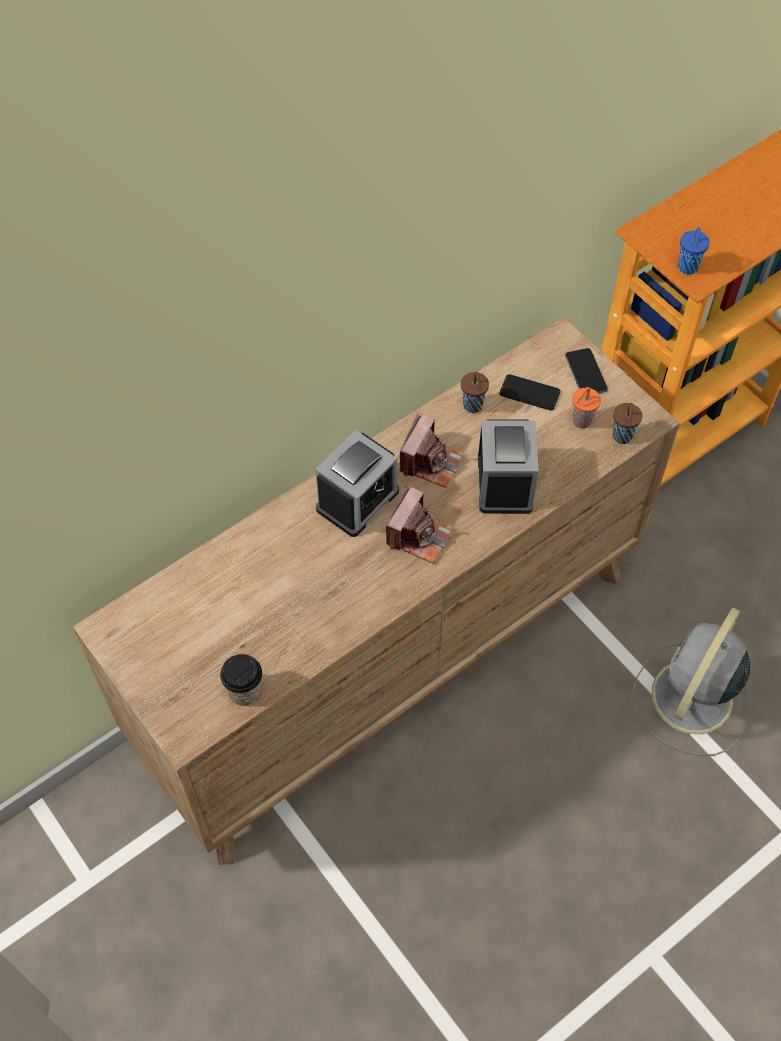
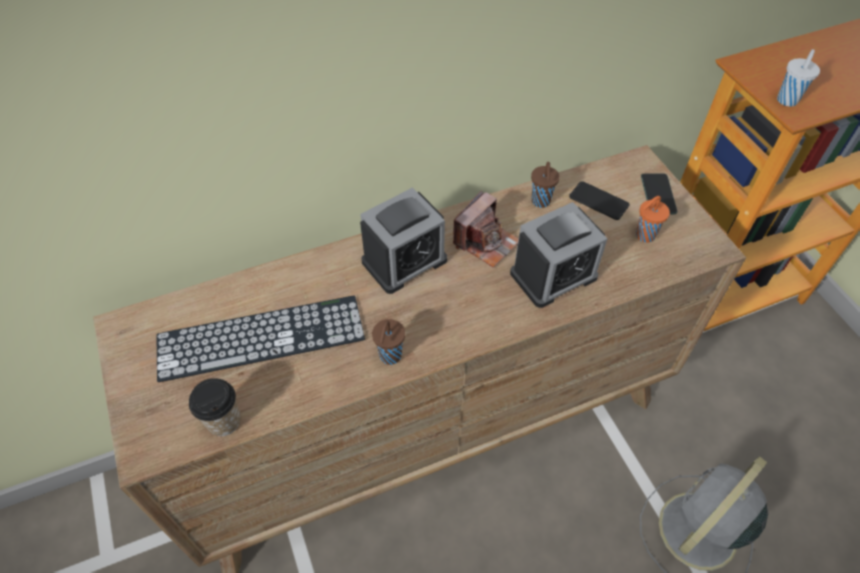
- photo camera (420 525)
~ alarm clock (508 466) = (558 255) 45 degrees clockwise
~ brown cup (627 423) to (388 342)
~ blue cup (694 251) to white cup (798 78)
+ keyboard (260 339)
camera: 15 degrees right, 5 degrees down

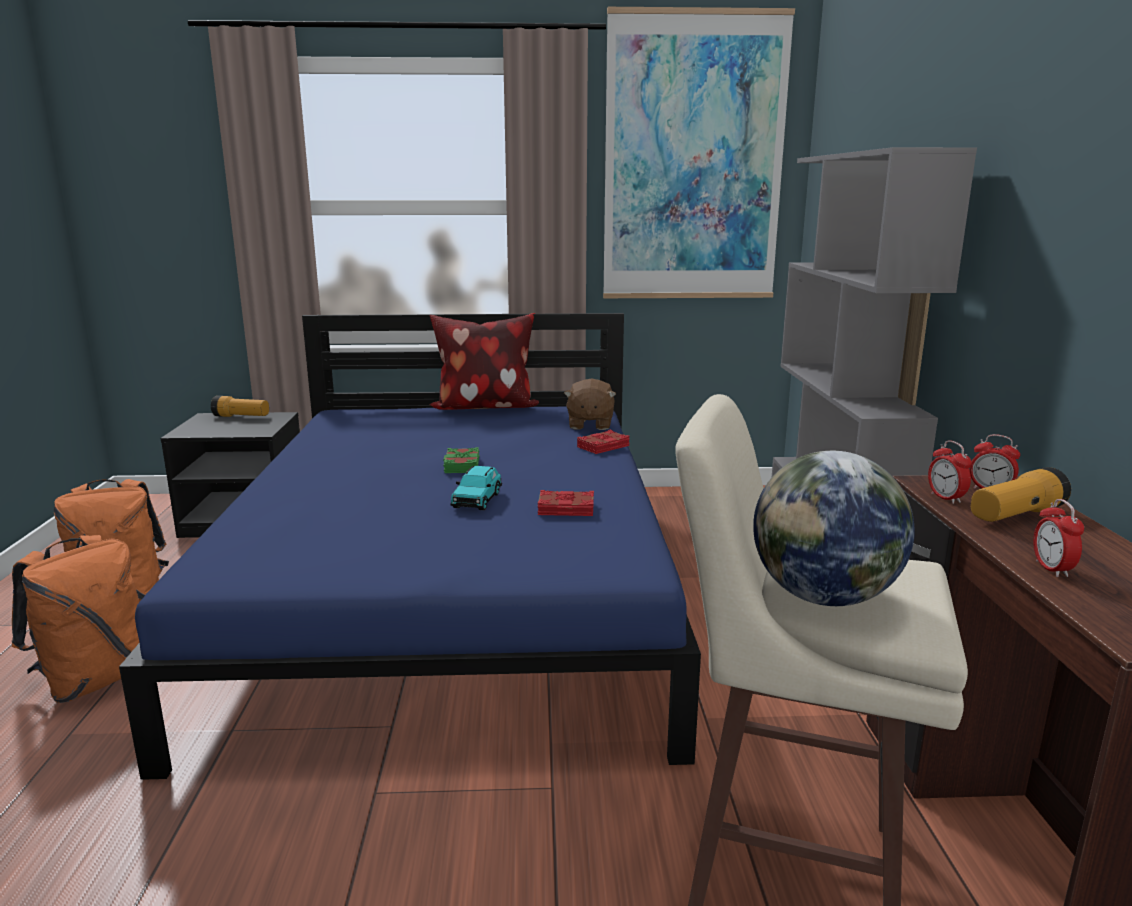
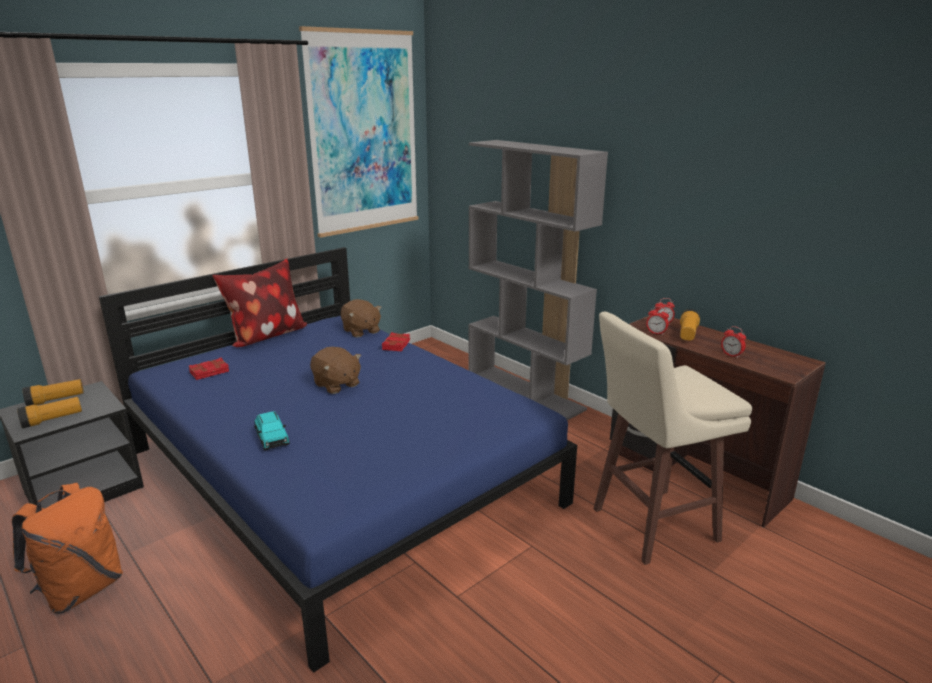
- orange backpack (76 619)
~ green book (461 460) to brown plush toy (335 370)
~ turquoise toy car (476 488) to (272 431)
~ red book (566 503) to (209 369)
- globe (834 528)
+ flashlight (49 412)
camera: 40 degrees left, 5 degrees up

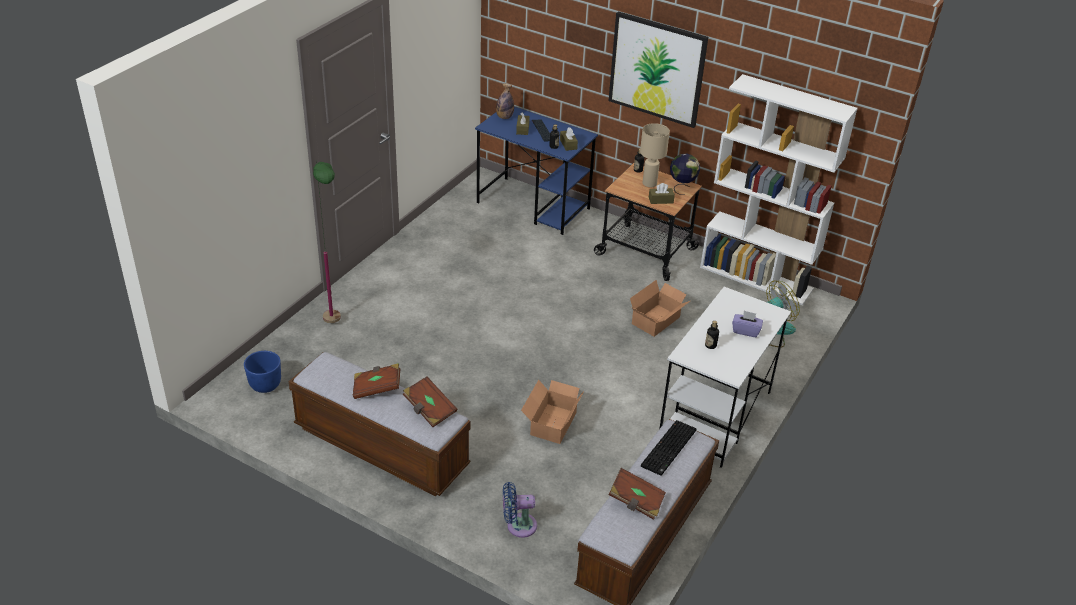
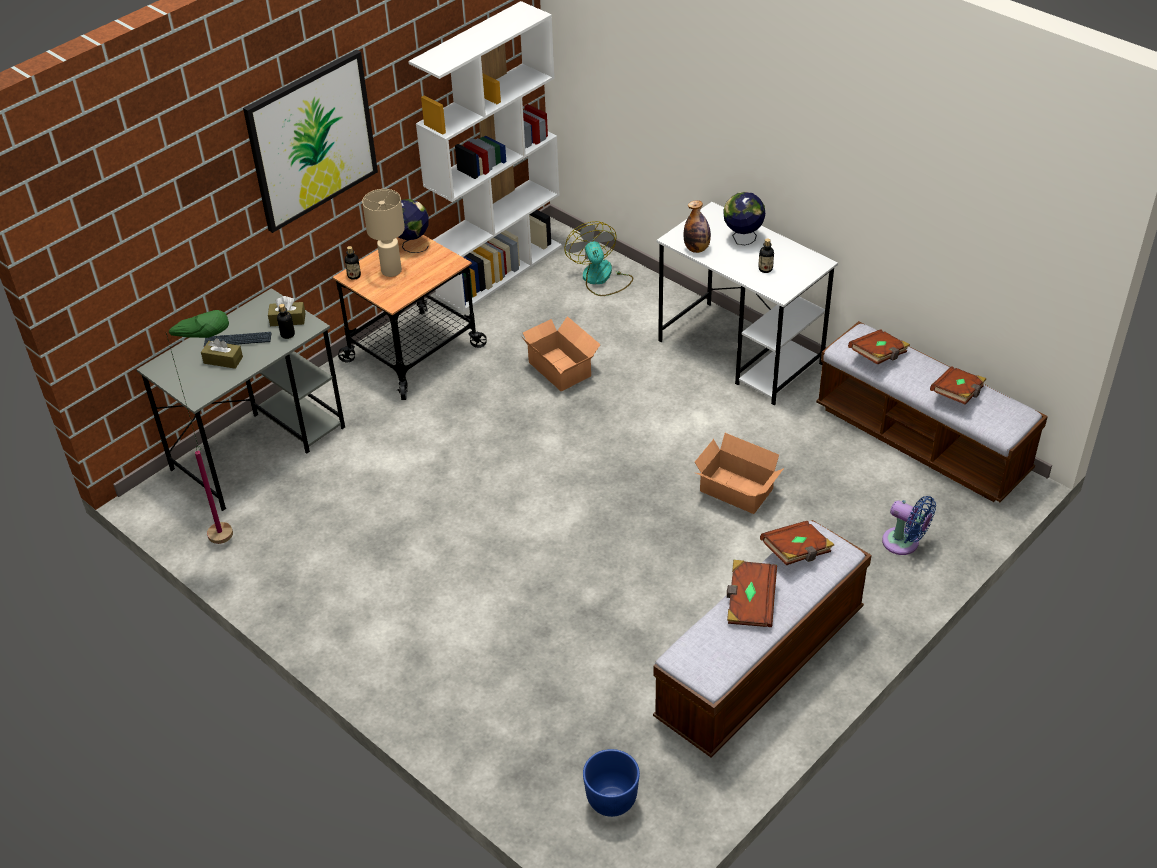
~ green floor lamp (327 242) to (199 427)
~ blue desk (536 171) to grey desk (240 399)
~ bottle (505 101) to (697 226)
~ blue fan (520 510) = (909 525) 60 degrees counterclockwise
~ keyboard (668 448) to brown book (879 347)
- brown tissue box (662 193)
~ purple tissue box (747 324) to globe (744 218)
camera: 75 degrees left, 5 degrees up

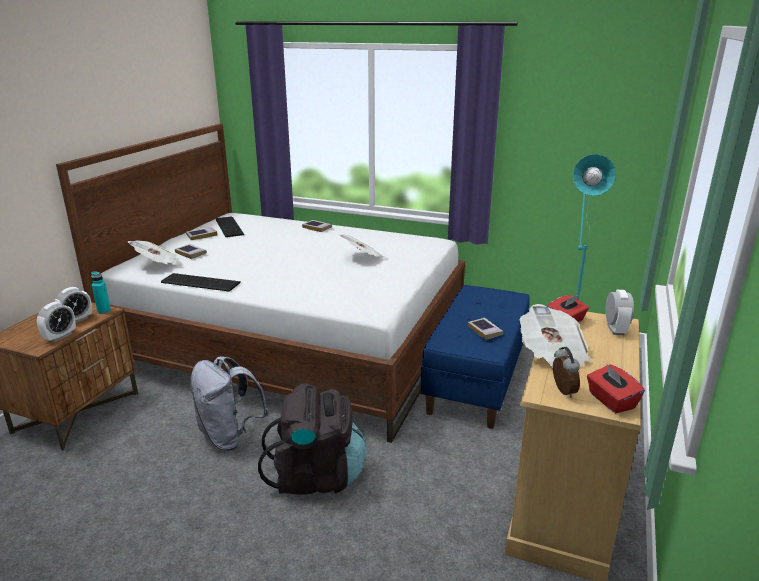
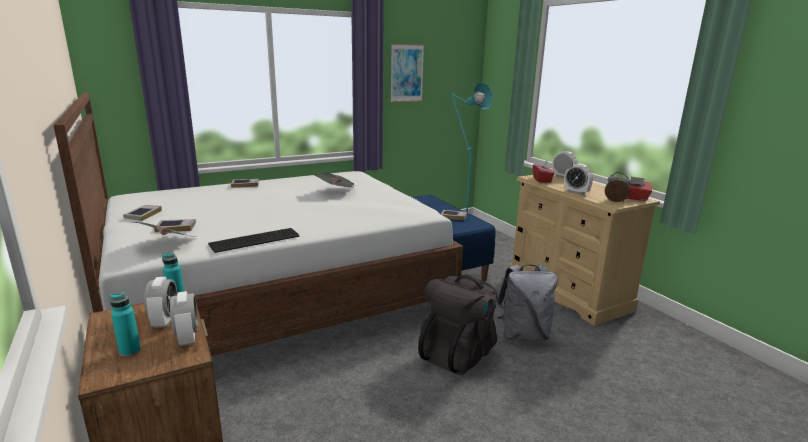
~ grey backpack (229 403) to (527 302)
- keyboard (229 226)
~ newspaper (555 336) to alarm clock (578 179)
+ turquoise bottle (125 325)
+ picture (407 73)
camera: 50 degrees left, 5 degrees down

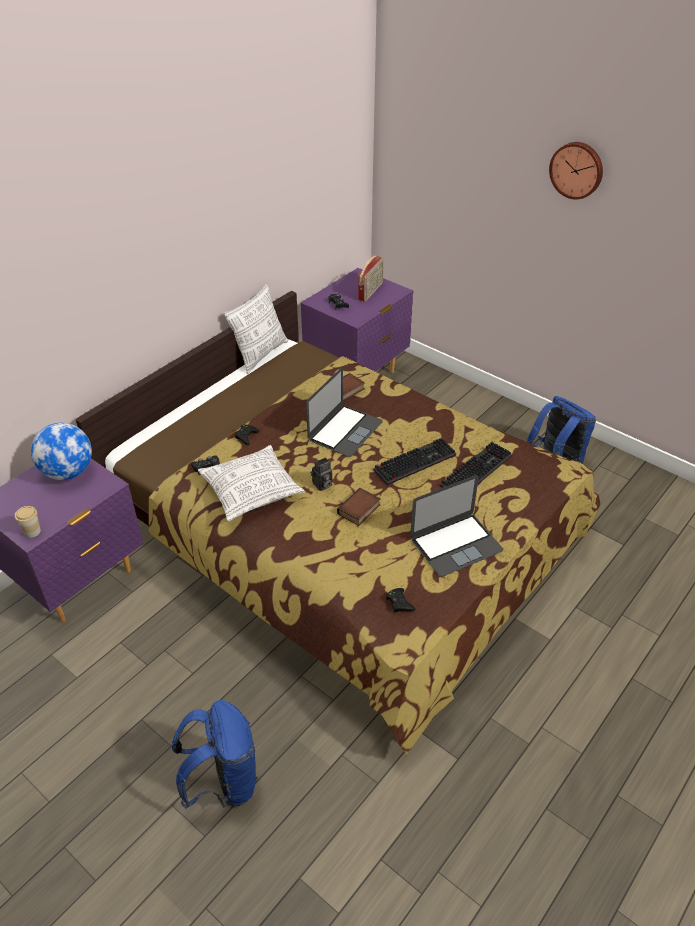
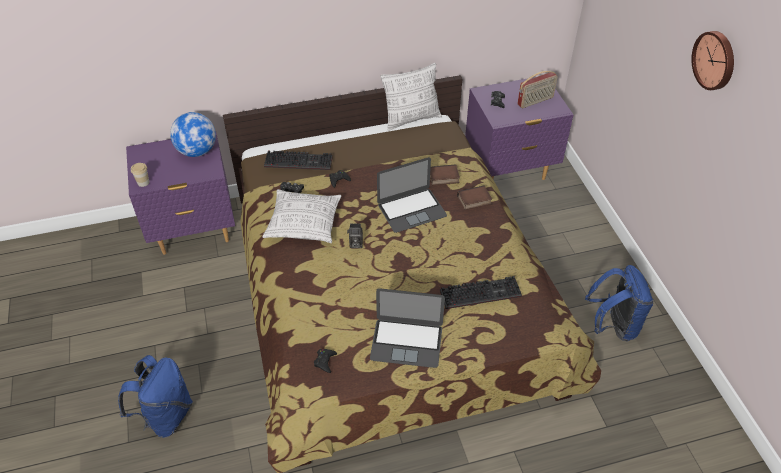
~ book (359 507) to (474 197)
~ keyboard (414 461) to (298 160)
camera: 35 degrees right, 5 degrees up

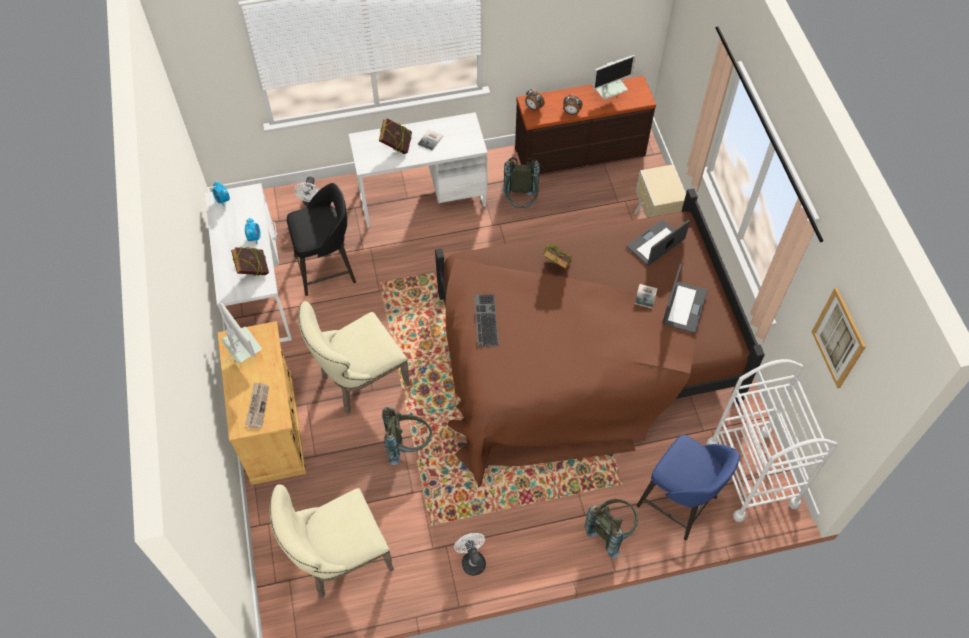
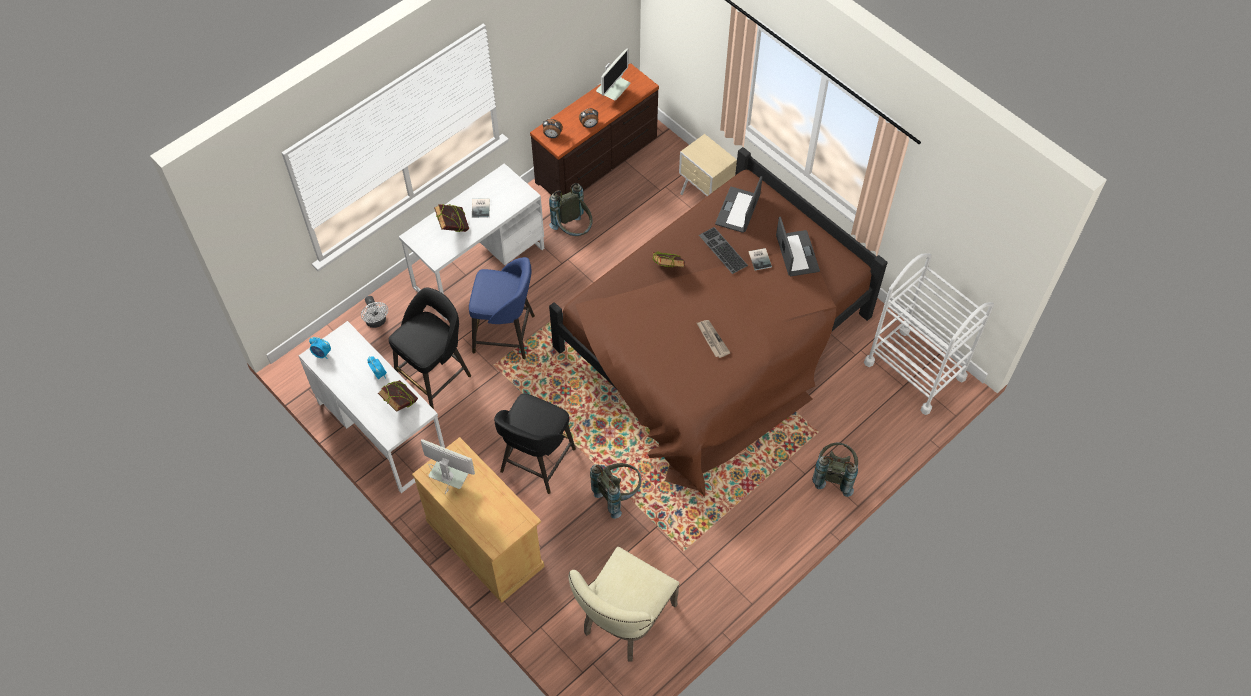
~ newspaper (257 405) to (714 339)
~ beige chair (354 357) to black stool (535 443)
- white fan (470 554)
~ keyboard (486 320) to (723 250)
~ blue stool (688 487) to (502 308)
- picture (839 338)
camera: 30 degrees left, 0 degrees up

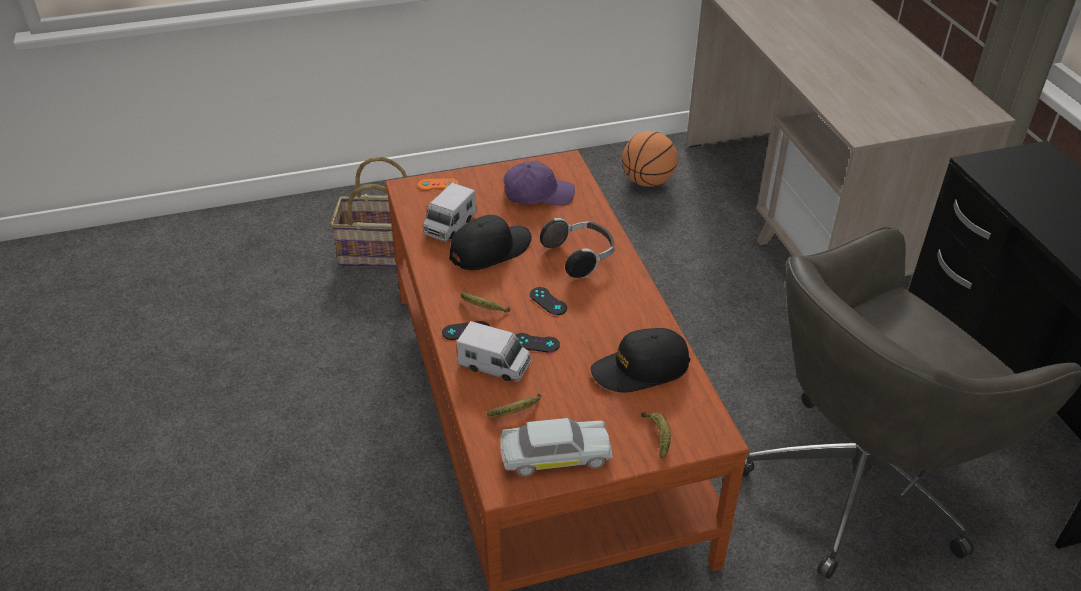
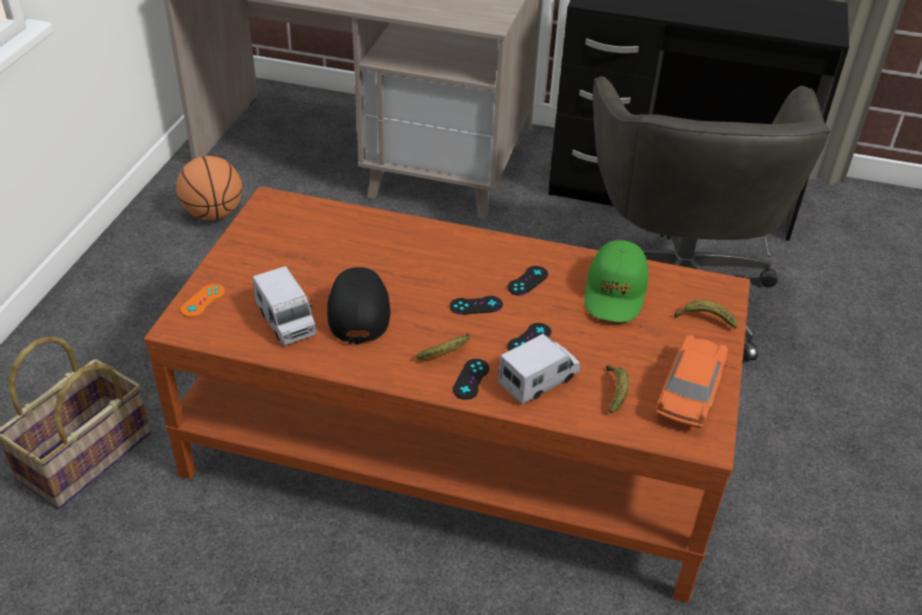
~ white toy car (556 447) to orange toy car (692 381)
- purple cap (539 183)
- headphones (577 248)
~ black cap (640 360) to green cap (616 281)
+ black game controller (528 280)
camera: 60 degrees left, 0 degrees up

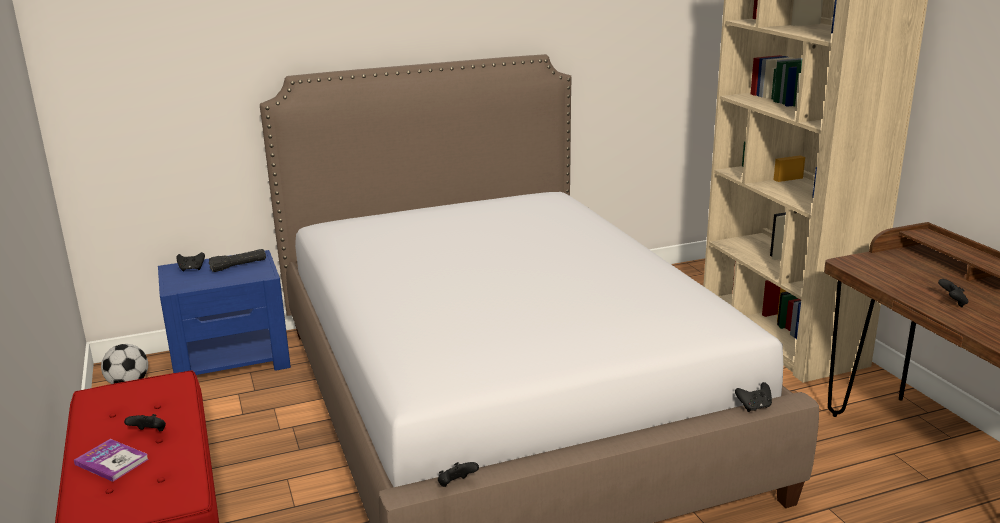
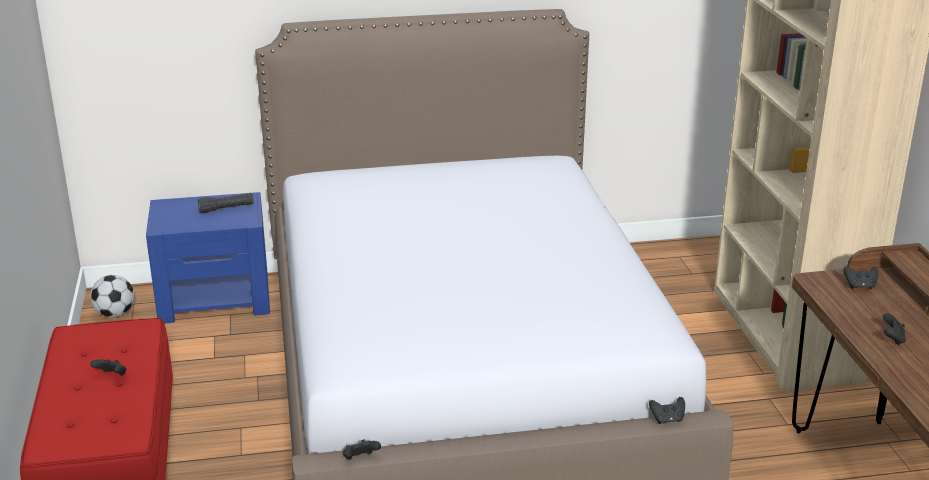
- book (111 460)
~ black game controller (190 261) to (860 277)
camera: 10 degrees right, 5 degrees up

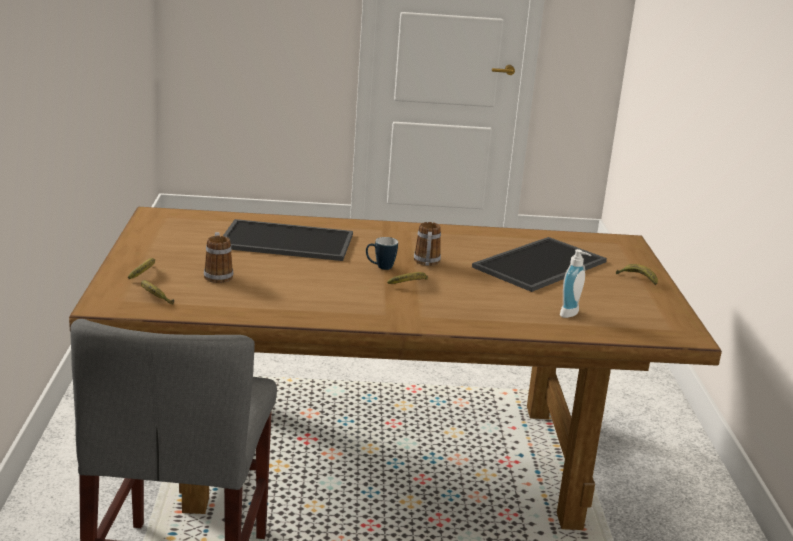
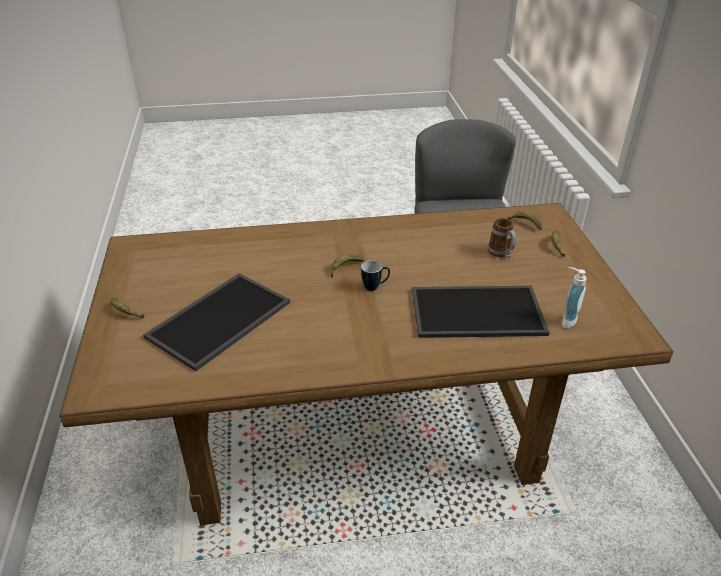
- mug (427 244)
~ soap dispenser (575 283) to (574 298)
camera: 175 degrees right, 15 degrees up

